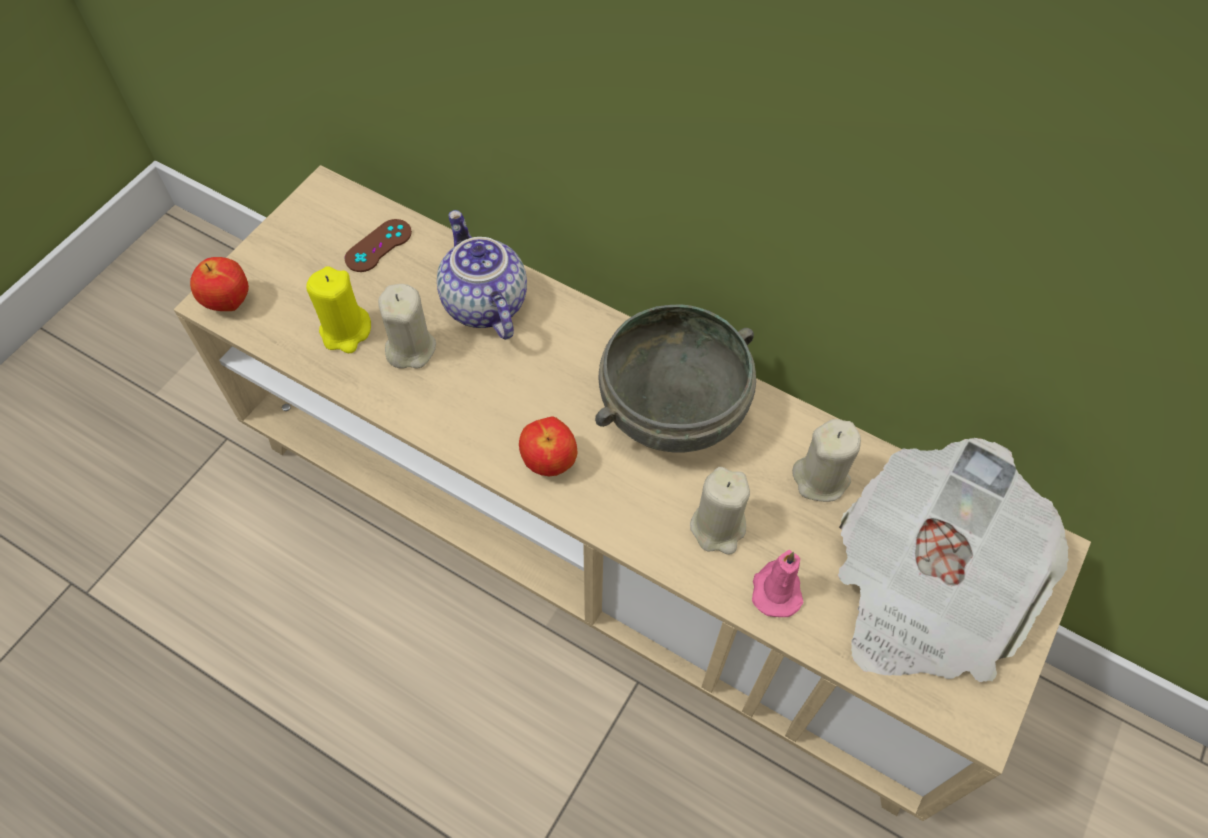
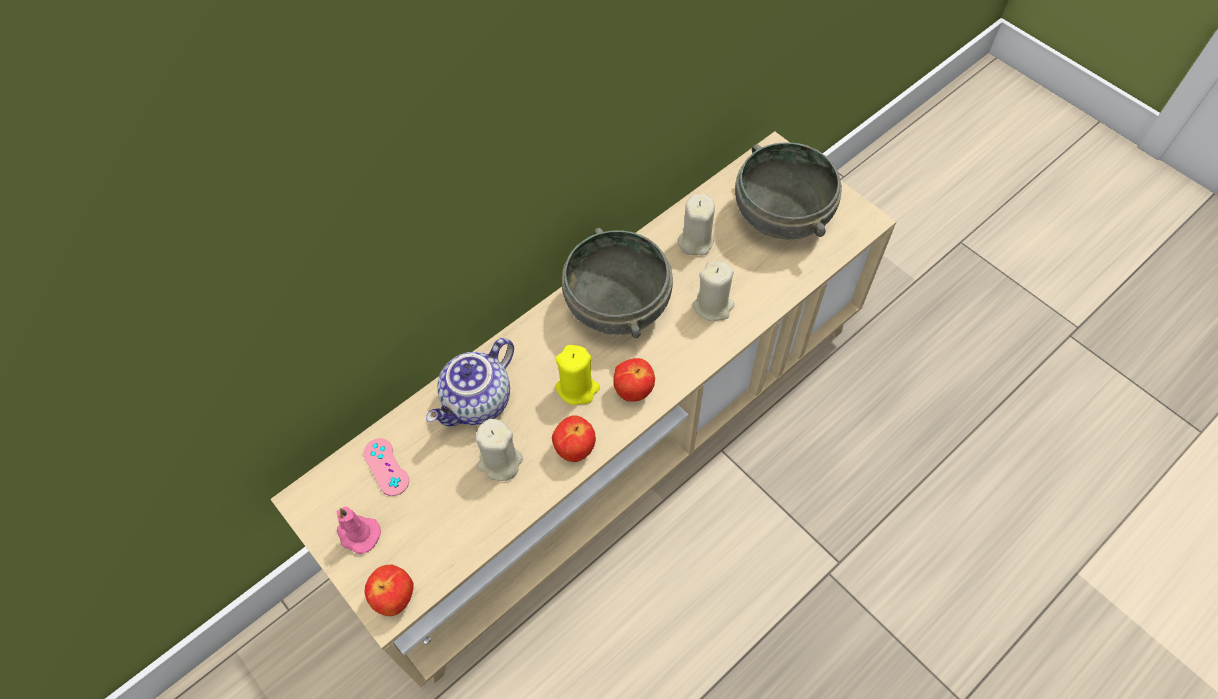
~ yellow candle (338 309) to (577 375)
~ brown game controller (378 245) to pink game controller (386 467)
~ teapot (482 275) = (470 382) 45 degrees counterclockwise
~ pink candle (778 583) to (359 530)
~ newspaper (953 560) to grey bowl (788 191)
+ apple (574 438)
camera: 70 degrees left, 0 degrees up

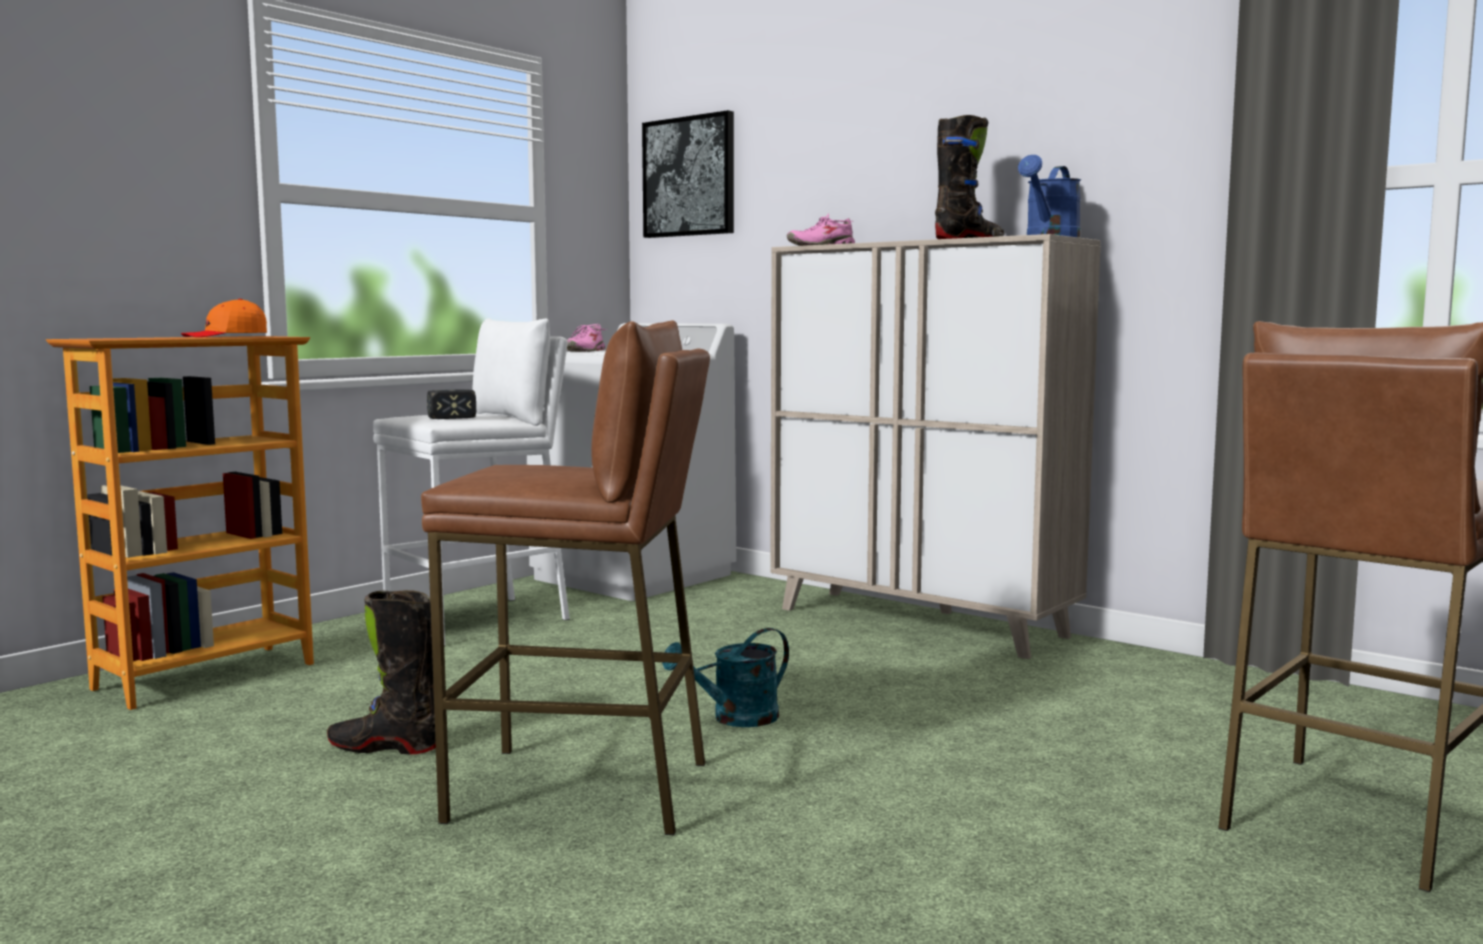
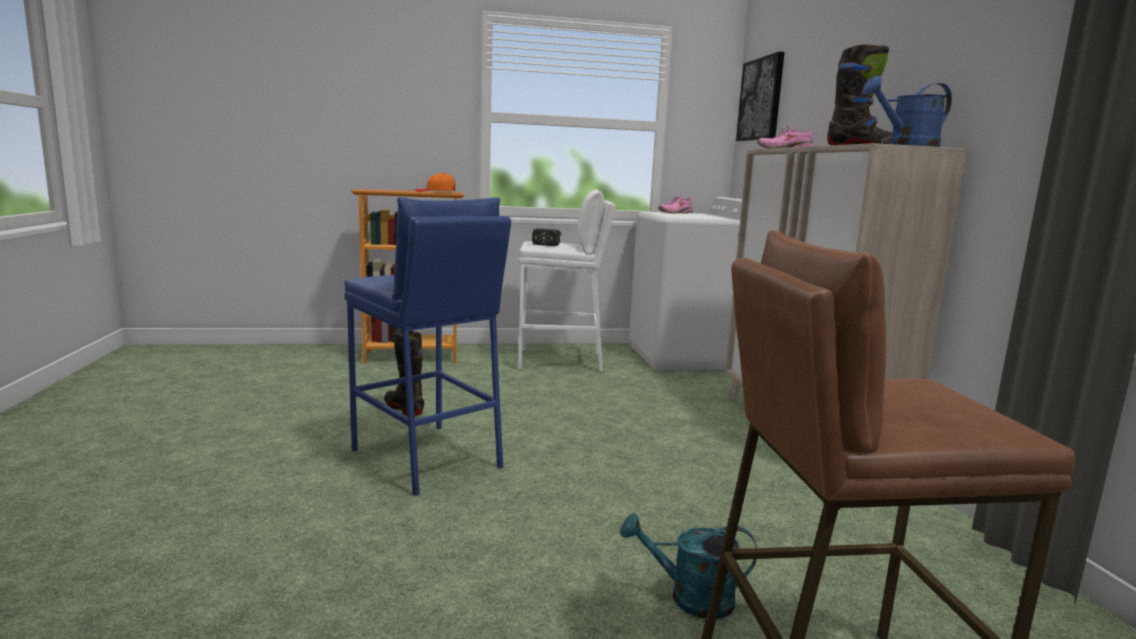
~ brown stool (565 577) to blue stool (427 346)
~ turquoise watering can (725 677) to (688 566)
camera: 40 degrees right, 5 degrees up

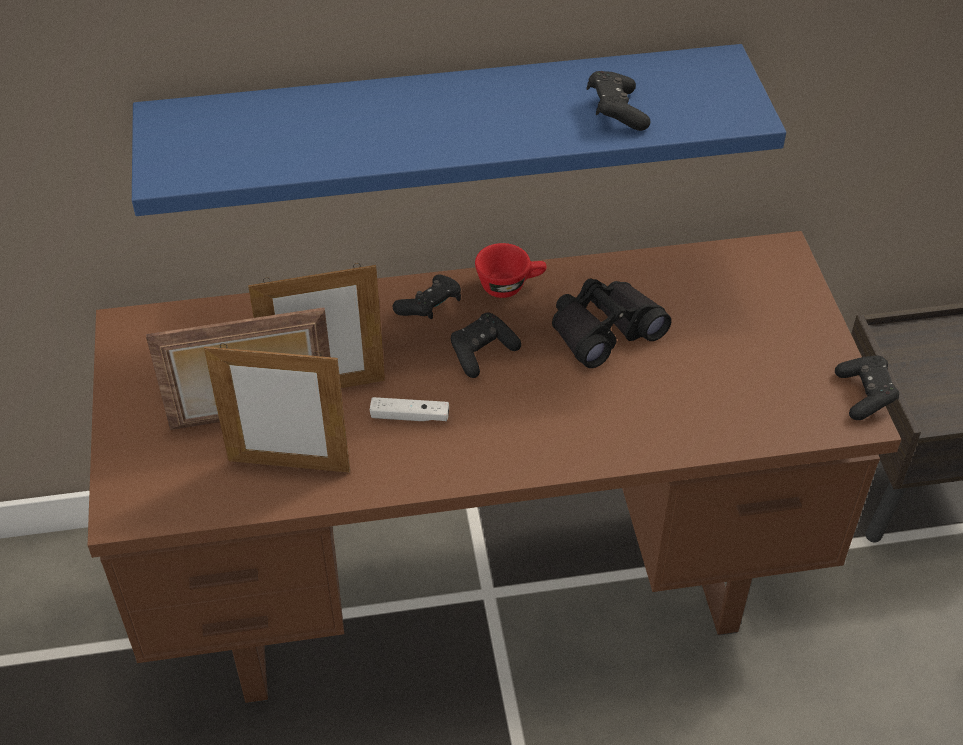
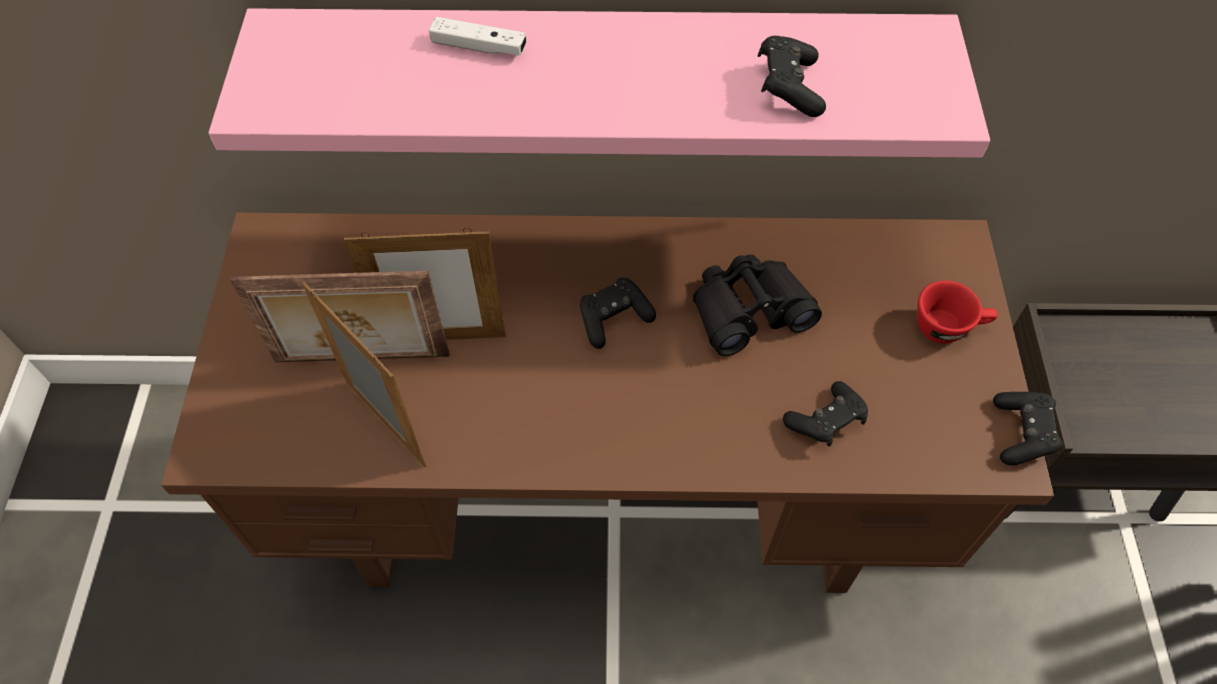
~ blue shelf (459 130) to pink shelf (599 83)
~ picture frame (277 408) = (364 374) 150 degrees counterclockwise
~ white game controller (409 409) to (477 36)
~ black game controller (427 297) to (825 414)
~ red cup (510 270) to (958 312)
camera: 10 degrees right, 10 degrees up

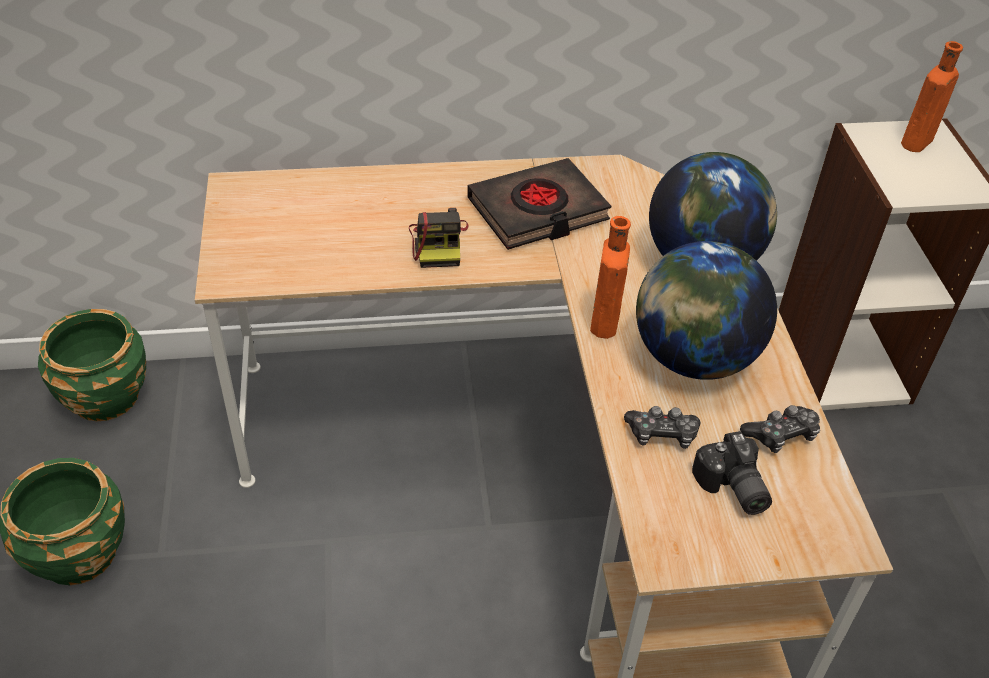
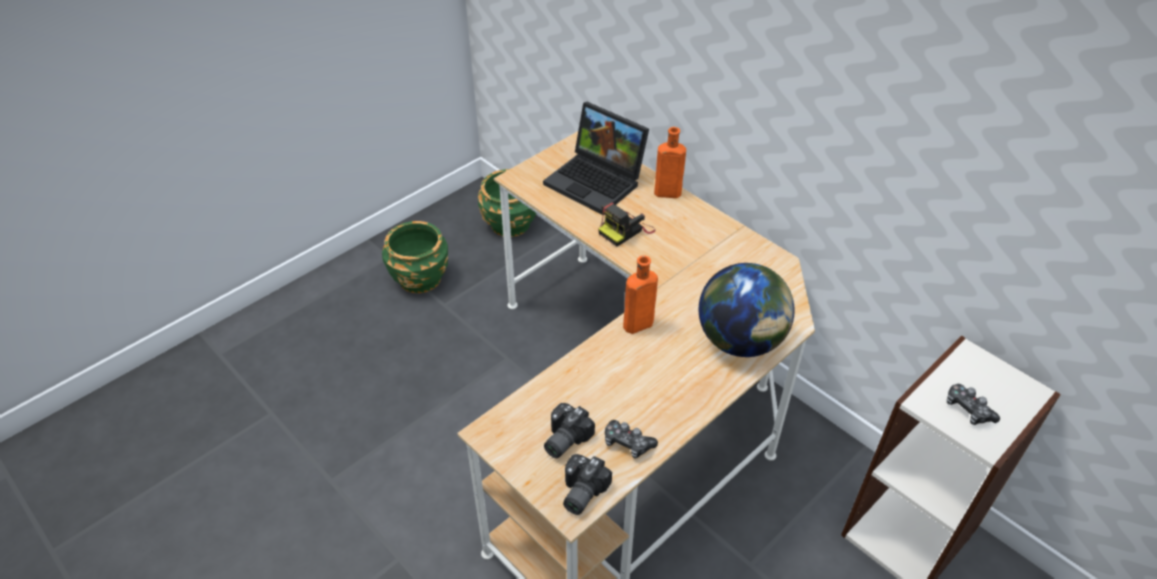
- black book (539 204)
~ game controller (662 427) to (973 404)
- globe (706 310)
~ orange bottle (932 96) to (670 162)
+ laptop (596 158)
+ photo camera (587 484)
camera: 55 degrees right, 0 degrees up

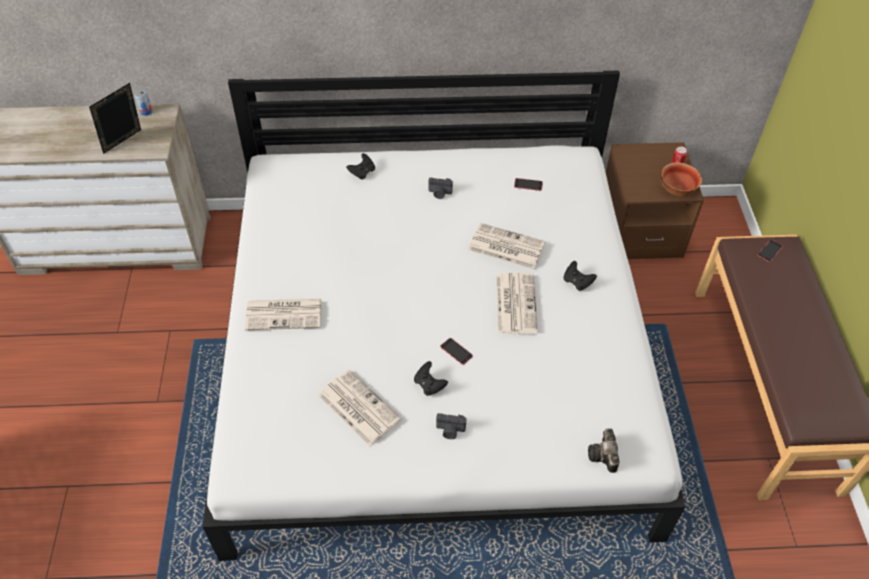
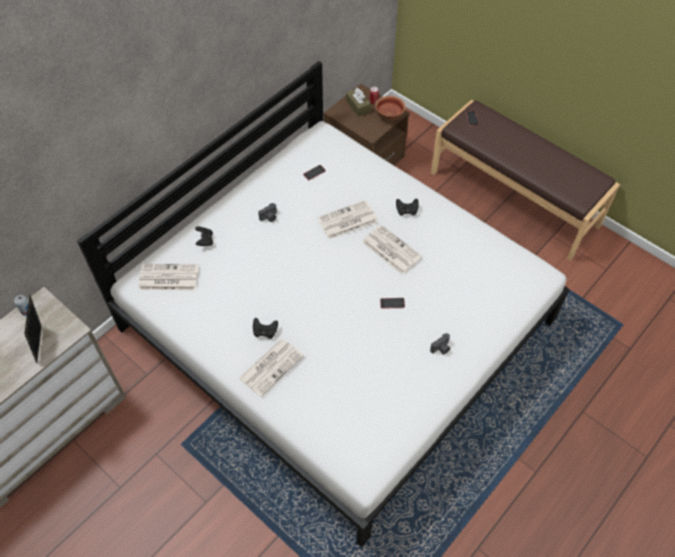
~ newspaper (360 408) to (168 277)
~ black game controller (431 378) to (265 328)
- photo camera (603 450)
+ brown tissue box (358 102)
camera: 45 degrees left, 5 degrees up

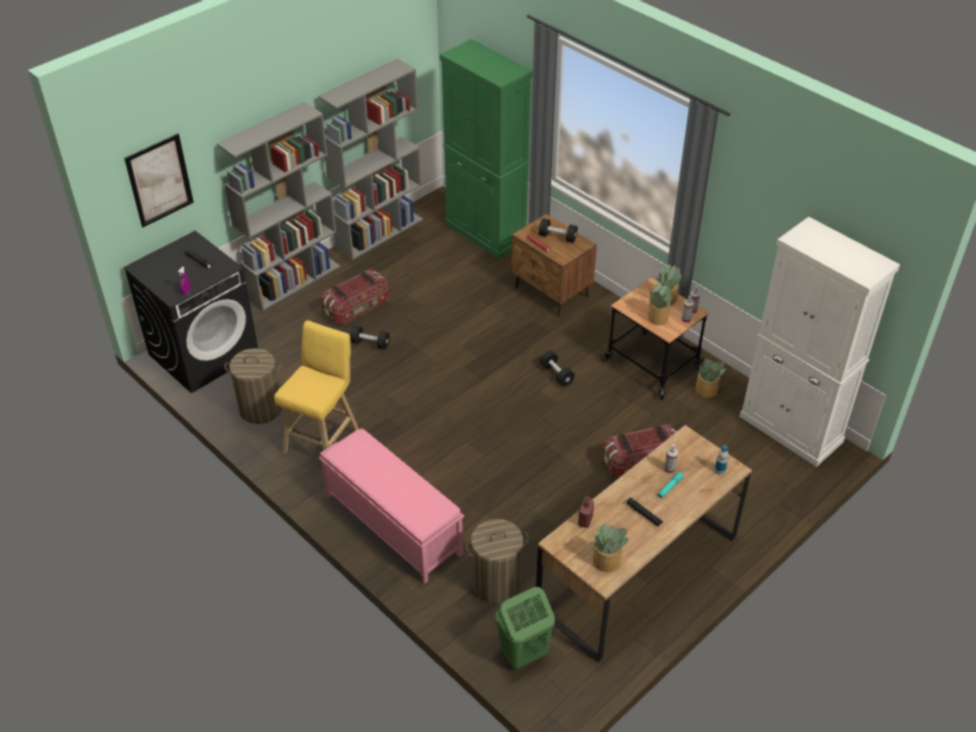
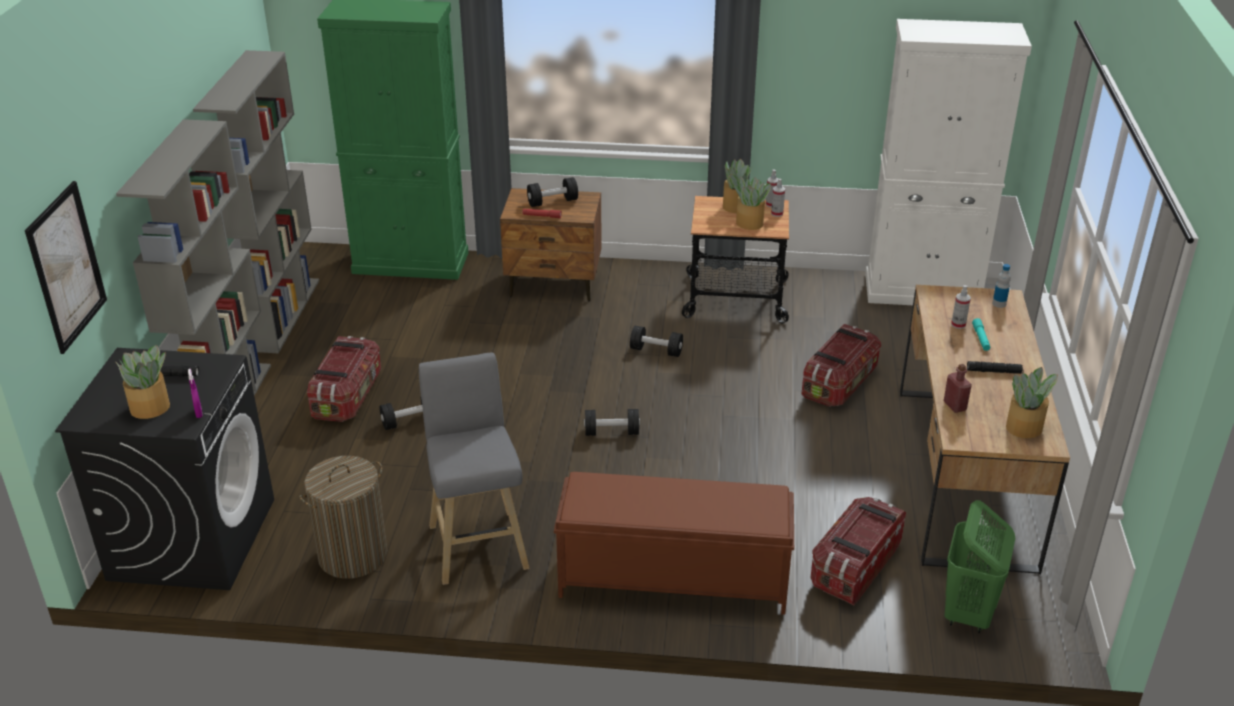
~ yellow stool (316 387) to grey stool (474 468)
~ pink bench (391 506) to brown bench (674 543)
~ laundry basket (497 561) to storage box (858 551)
~ potted plant (711 378) to (143 382)
+ black dumbbell (612 422)
camera: 40 degrees left, 10 degrees down

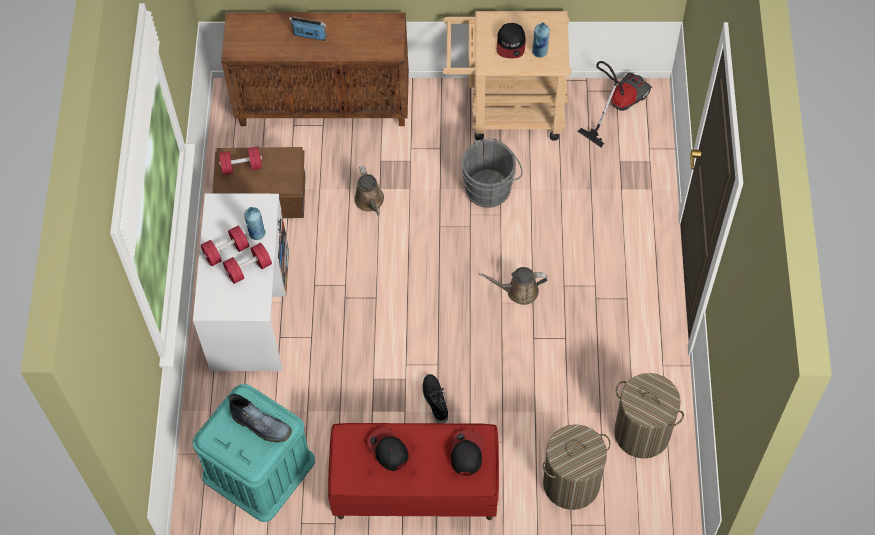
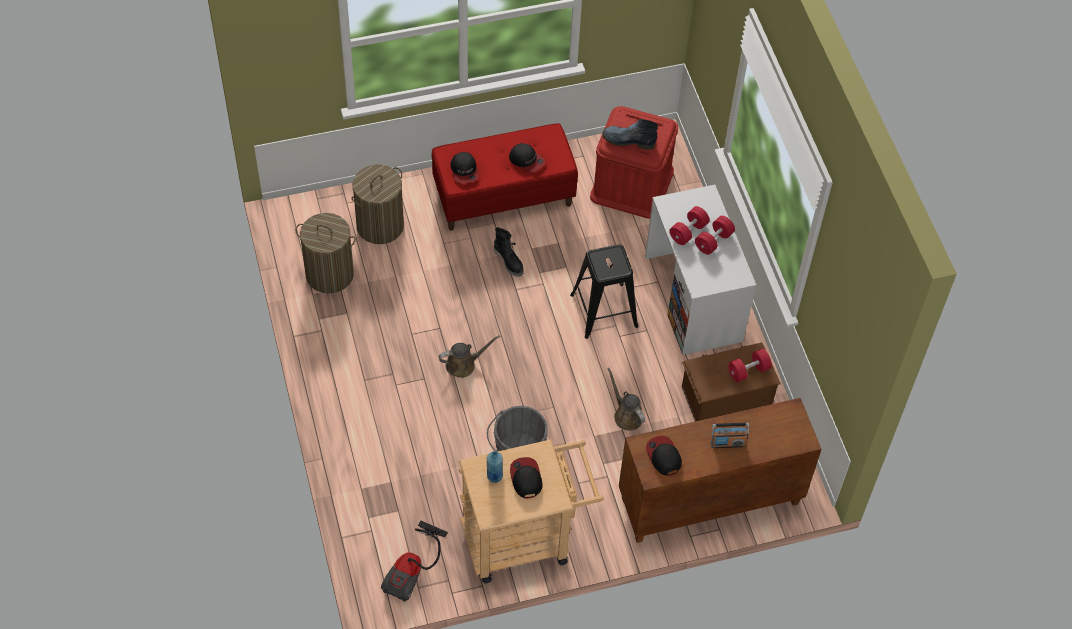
~ turquoise storage box (253 453) to red storage box (634 162)
- blue bottle (255 223)
+ black stool (604 291)
+ cap (664 456)
camera: 160 degrees right, 5 degrees down

